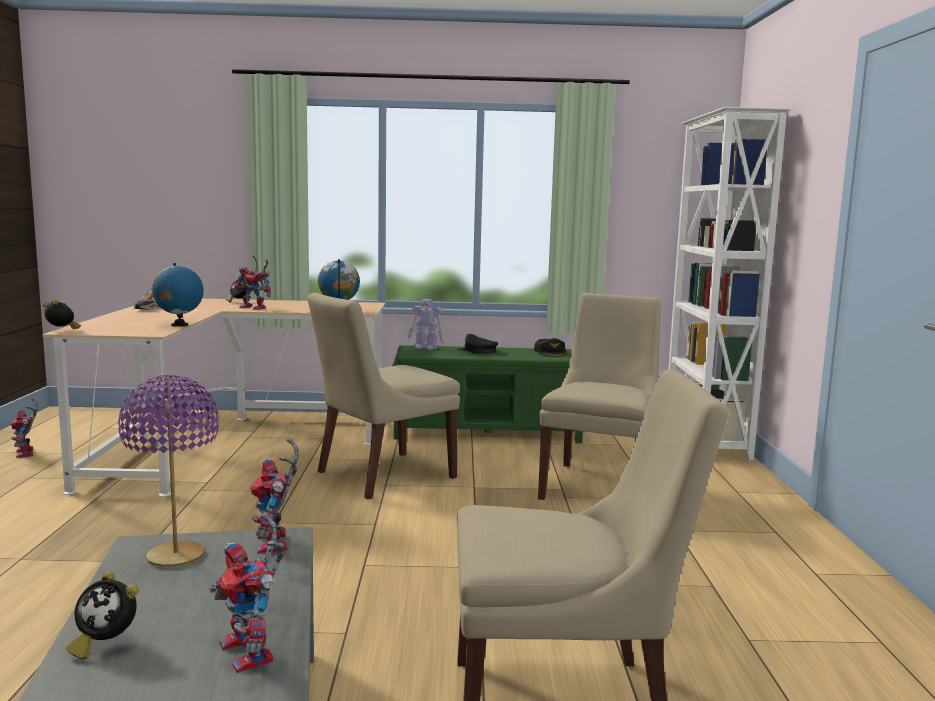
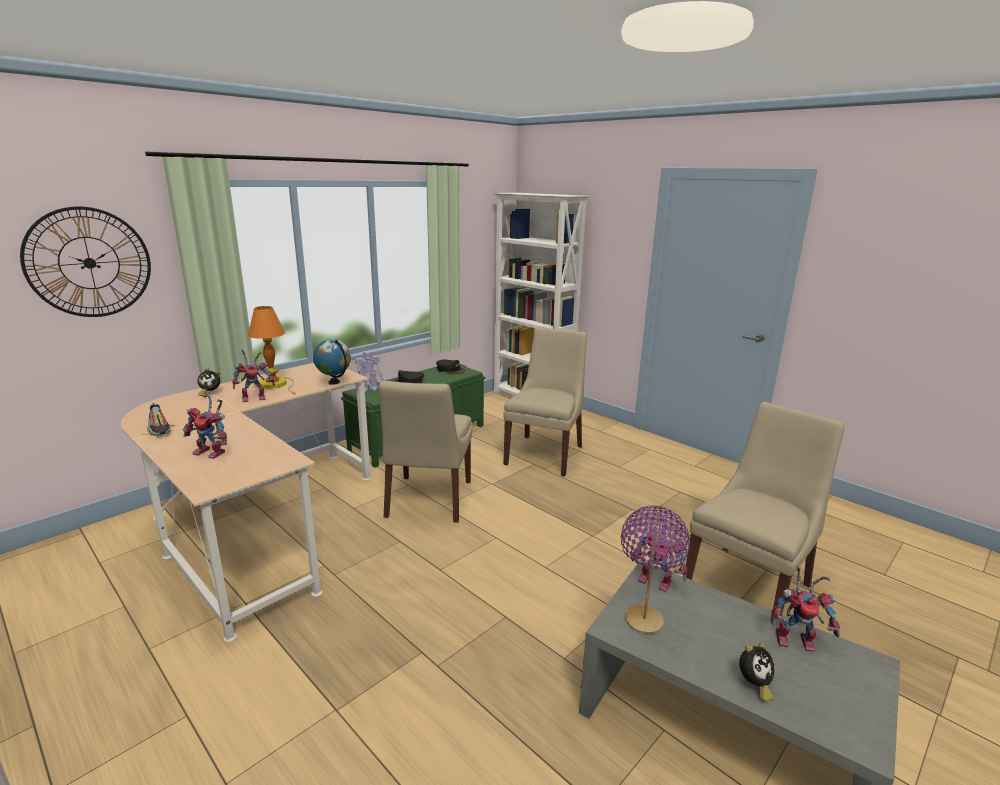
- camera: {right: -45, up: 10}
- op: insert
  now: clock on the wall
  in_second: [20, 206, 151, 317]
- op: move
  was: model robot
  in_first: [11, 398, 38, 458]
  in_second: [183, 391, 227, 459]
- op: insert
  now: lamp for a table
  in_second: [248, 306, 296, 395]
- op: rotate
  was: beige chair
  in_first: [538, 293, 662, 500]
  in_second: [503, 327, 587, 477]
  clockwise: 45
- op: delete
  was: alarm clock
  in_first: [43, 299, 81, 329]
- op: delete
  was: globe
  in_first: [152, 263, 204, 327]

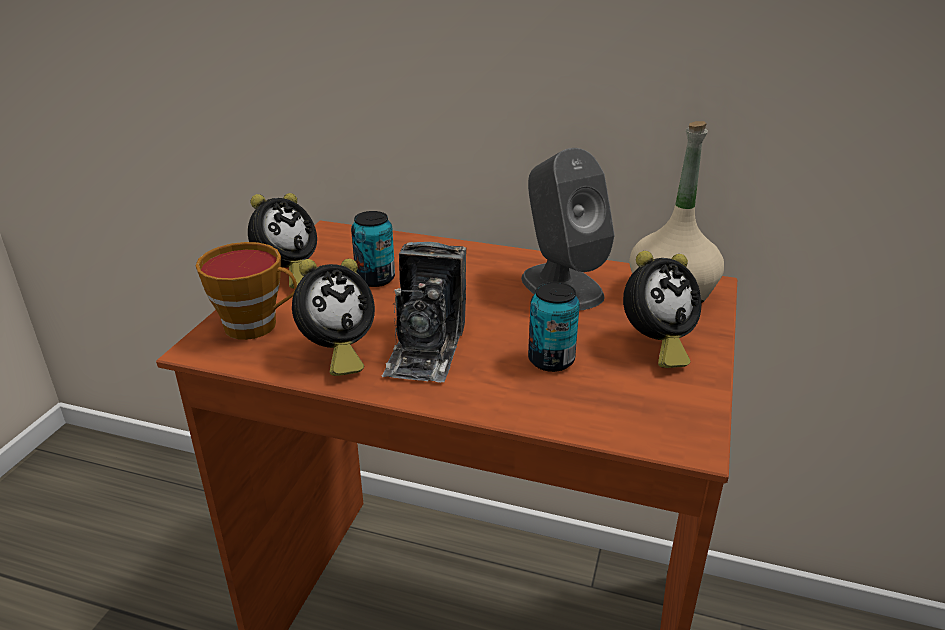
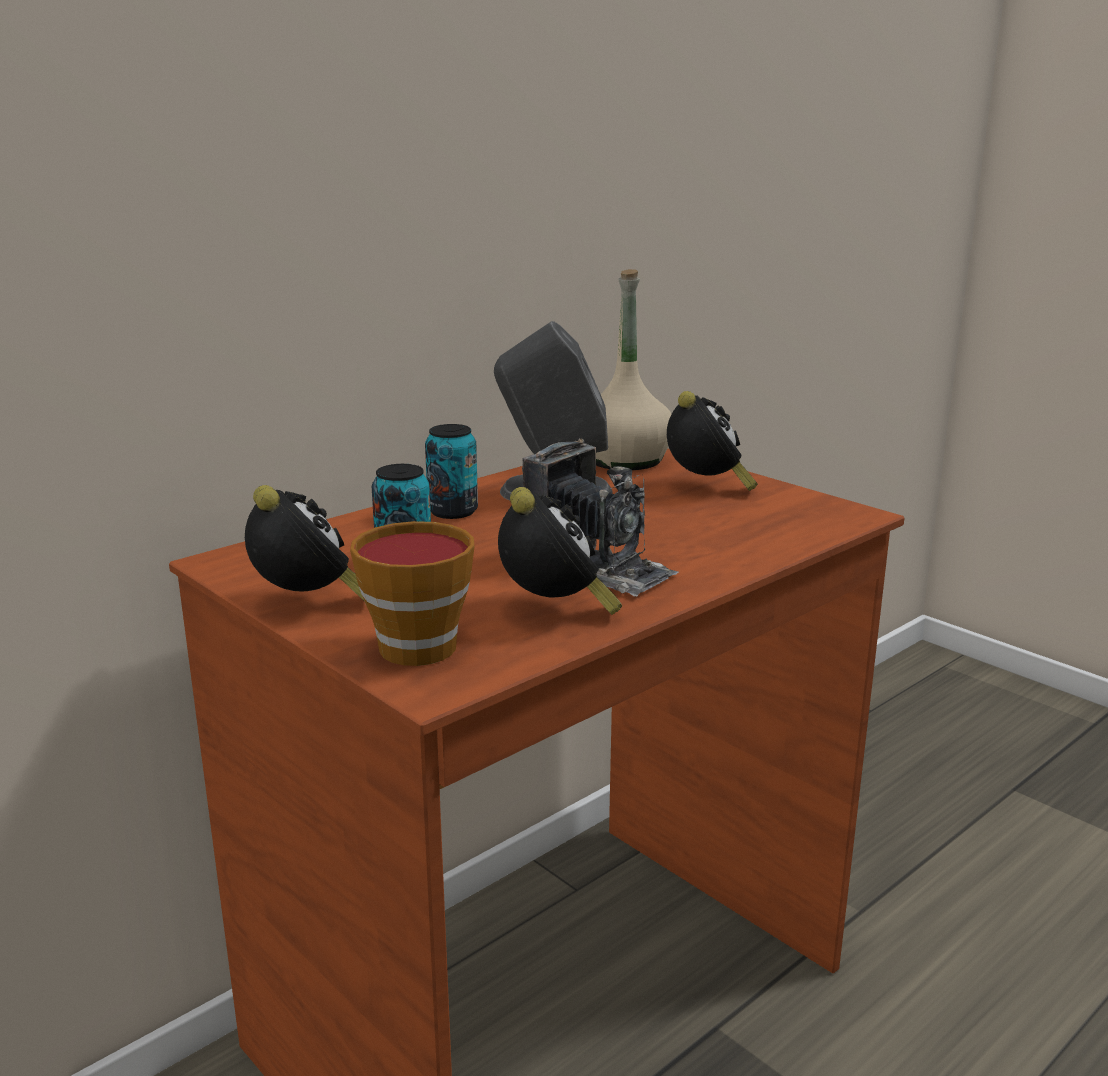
- camera: {right: -60, up: -10}
- op: move
  was: metal can
  in_first: [528, 282, 580, 372]
  in_second: [425, 424, 478, 519]

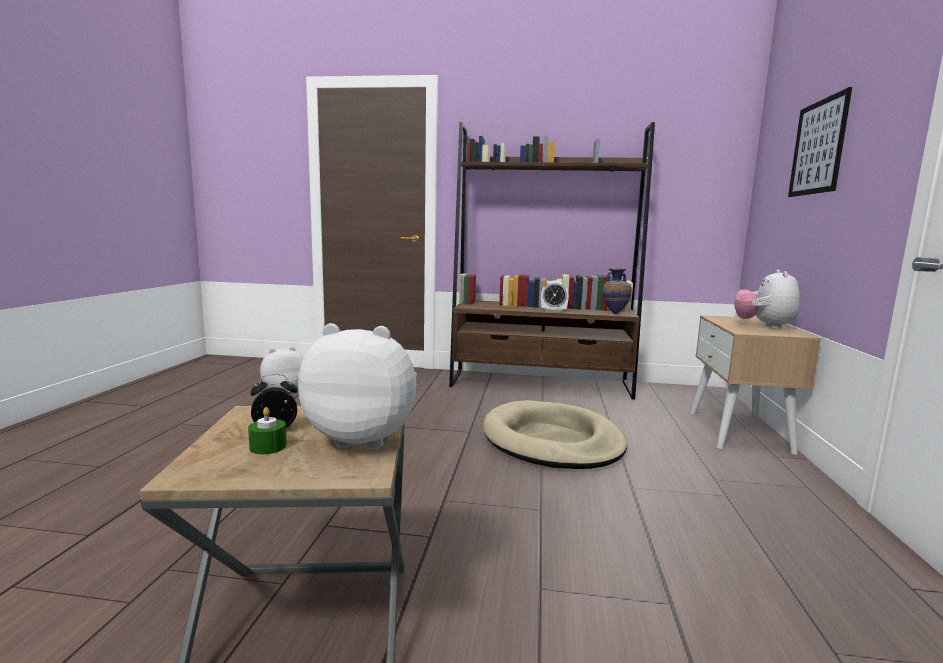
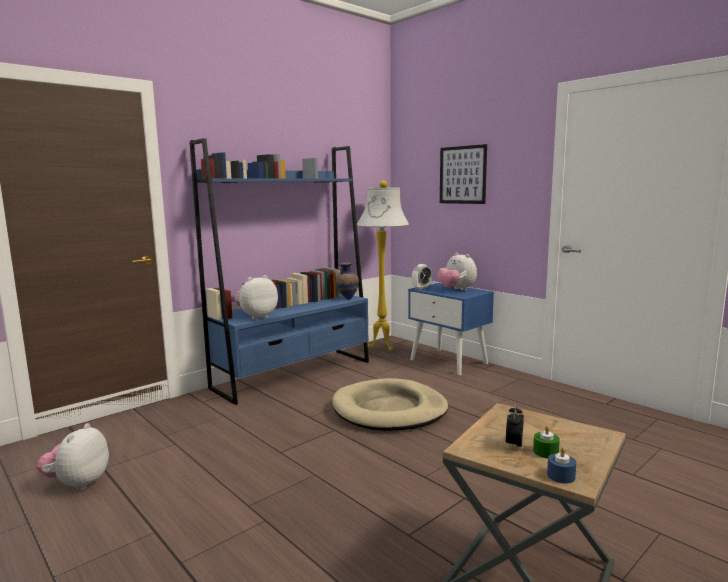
- camera: {right: -50, up: 0}
- op: recolor
  was: brown-coloured bookshelf
  now: bluish bookshelf
  in_first: [449, 122, 655, 400]
  in_second: [189, 138, 369, 405]
- op: move
  was: cuddly toy
  in_first: [298, 323, 417, 450]
  in_second: [234, 275, 278, 320]
- op: insert
  now: whitish floor lamp
  in_second: [357, 180, 409, 351]
- op: recolor
  was: beige bedside table
  now: bluish bedside table
  in_first: [690, 315, 821, 455]
  in_second: [408, 283, 494, 375]
- op: move
  was: alarm clock
  in_first: [541, 281, 569, 312]
  in_second: [412, 264, 432, 290]
- op: insert
  now: bluish wax light
  in_second: [547, 447, 577, 484]

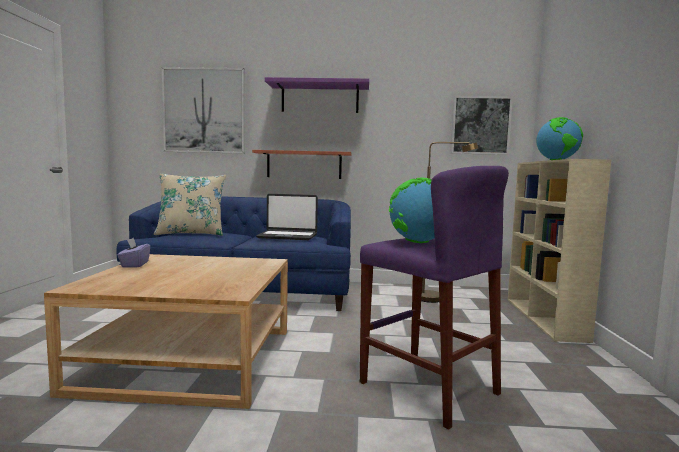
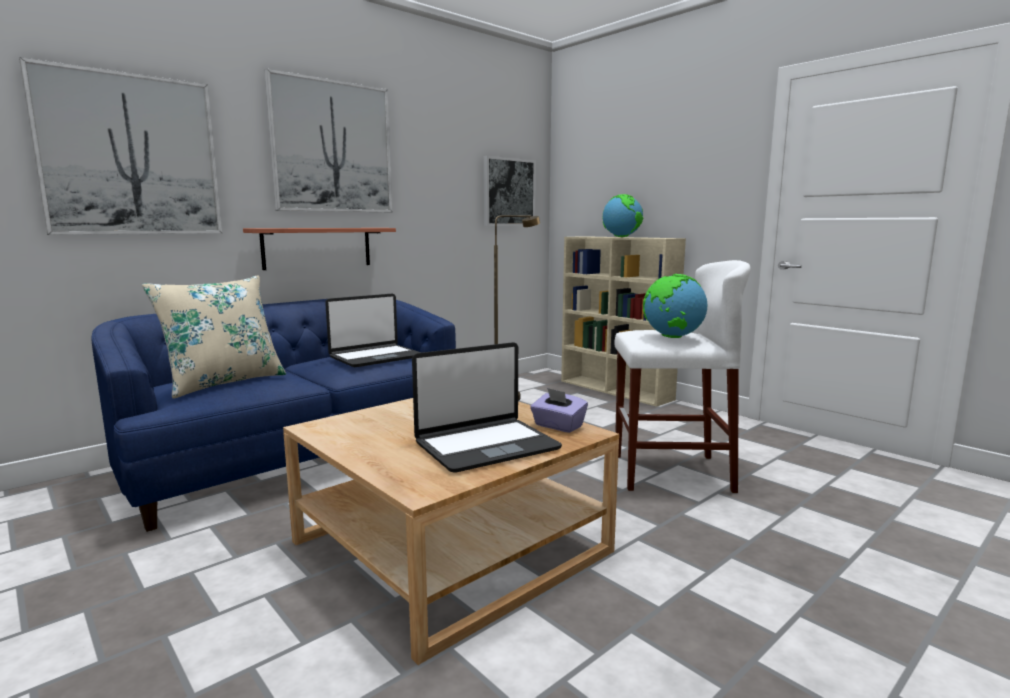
- camera: {right: -45, up: 5}
- op: replace
  was: purplish wall shelf
  now: wall picture
  in_first: [265, 77, 369, 113]
  in_second: [264, 69, 393, 212]
- op: insert
  now: notebook computer
  in_second: [412, 342, 562, 473]
- op: move
  was: purplish tissue holder
  in_first: [118, 238, 150, 267]
  in_second: [530, 388, 588, 433]
- op: recolor
  was: purplish stool
  now: whitish stool
  in_first: [360, 166, 509, 430]
  in_second: [614, 260, 751, 493]

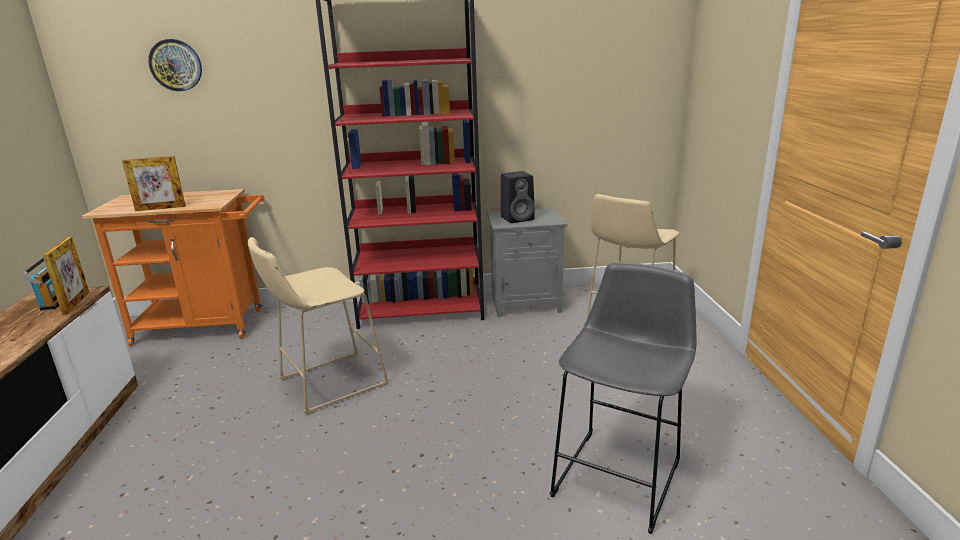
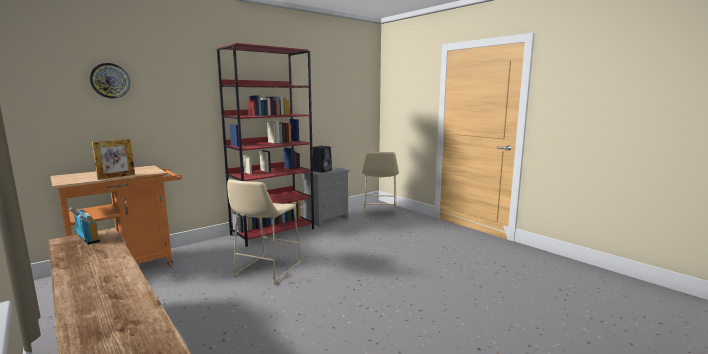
- camera: {right: -35, up: -10}
- op: delete
  was: photo frame
  in_first: [43, 237, 89, 315]
- op: delete
  was: grey stool
  in_first: [550, 262, 696, 534]

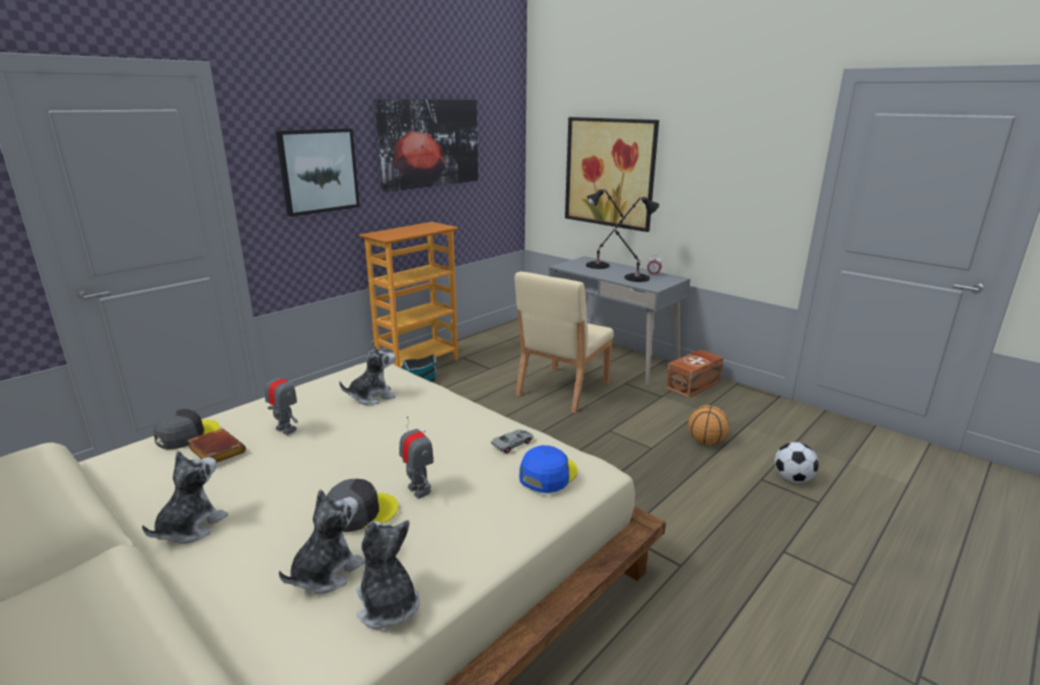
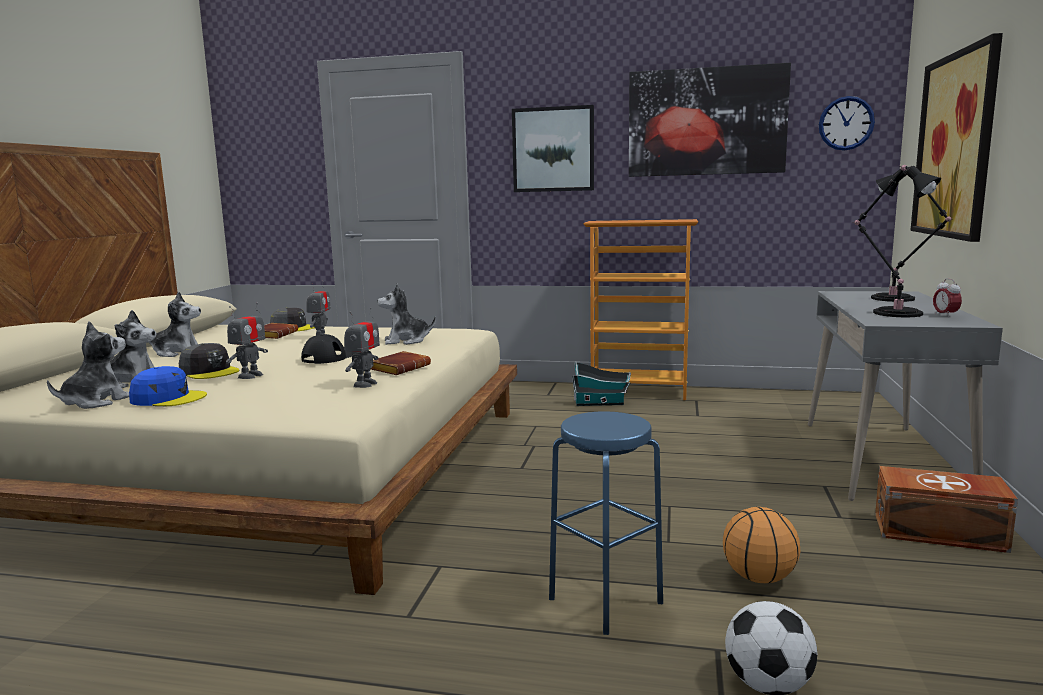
- camera: {right: 60, up: -10}
- op: move
  was: bluish cap
  in_first: [519, 445, 578, 493]
  in_second: [129, 366, 207, 406]
- op: insert
  now: black cap
  in_second: [301, 334, 357, 364]
- op: replace
  was: grey model car
  now: model robot
  in_first: [491, 429, 534, 453]
  in_second: [344, 308, 380, 388]
- op: insert
  now: brown-coloured book
  in_second: [371, 351, 431, 375]
- op: rotate
  was: cuddly toy
  in_first: [339, 341, 396, 405]
  in_second: [377, 284, 436, 345]
  clockwise: 135
- op: insert
  now: bluish stool
  in_second: [549, 411, 663, 635]
- op: insert
  now: clock on the wall
  in_second: [819, 96, 875, 151]
- op: delete
  was: beige chair
  in_first: [515, 271, 614, 413]

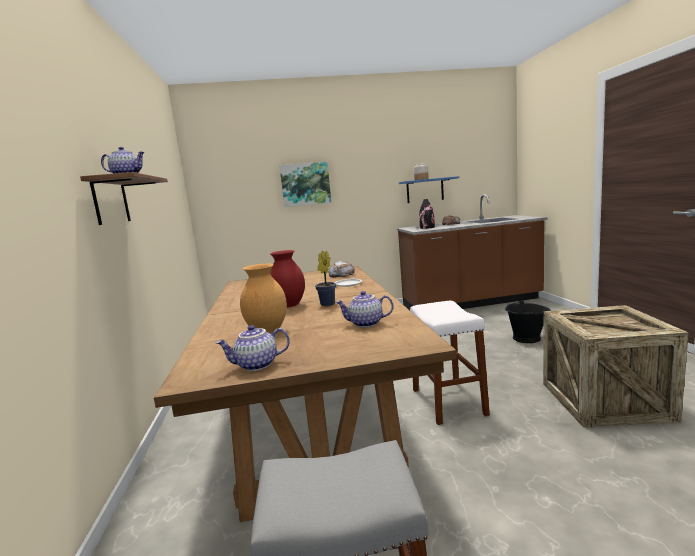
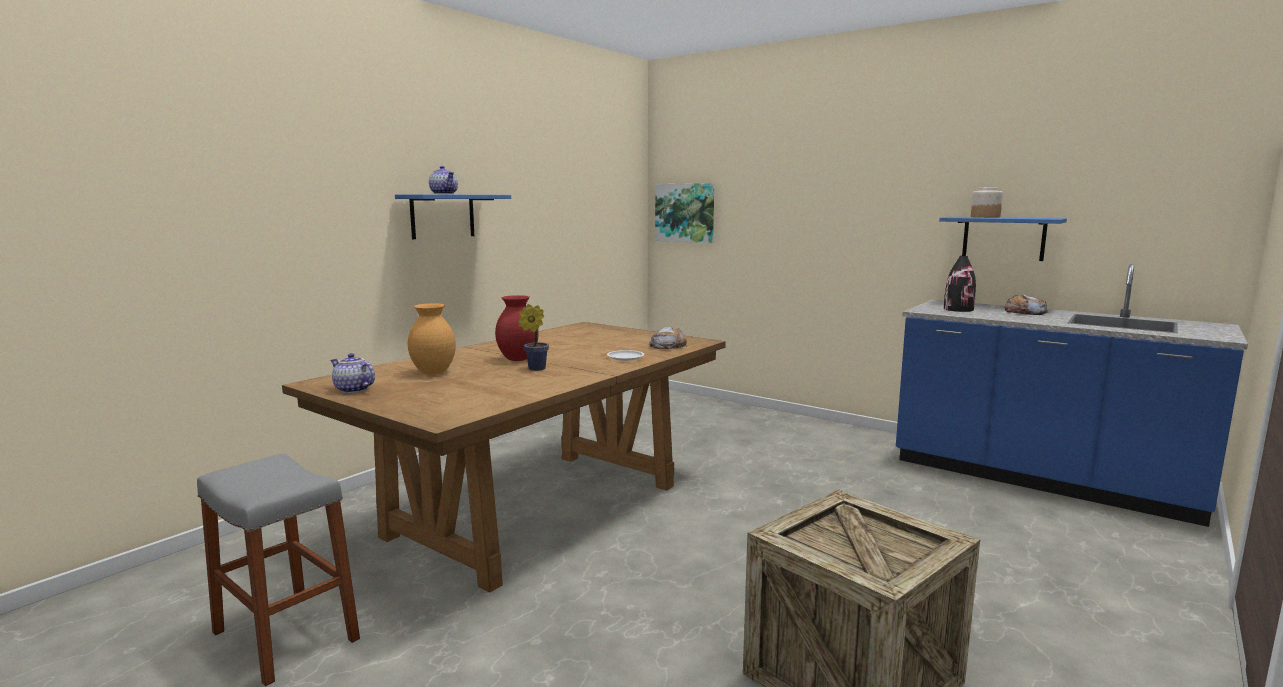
- camera: {right: 45, up: 0}
- op: recolor
  was: brown-coloured wall shelf
  now: bluish wall shelf
  in_first: [80, 172, 168, 225]
  in_second: [395, 194, 511, 239]
- op: move
  was: wall picture
  in_first: [279, 162, 331, 207]
  in_second: [655, 183, 714, 243]
- op: recolor
  was: brown-coloured kitchen base unit
  now: bluish kitchen base unit
  in_first: [397, 194, 547, 310]
  in_second: [896, 264, 1248, 527]
- op: delete
  was: pot for tea
  in_first: [335, 291, 394, 328]
- op: delete
  was: whitish stool
  in_first: [410, 301, 490, 425]
- op: delete
  was: black water bucket
  in_first: [505, 300, 551, 343]

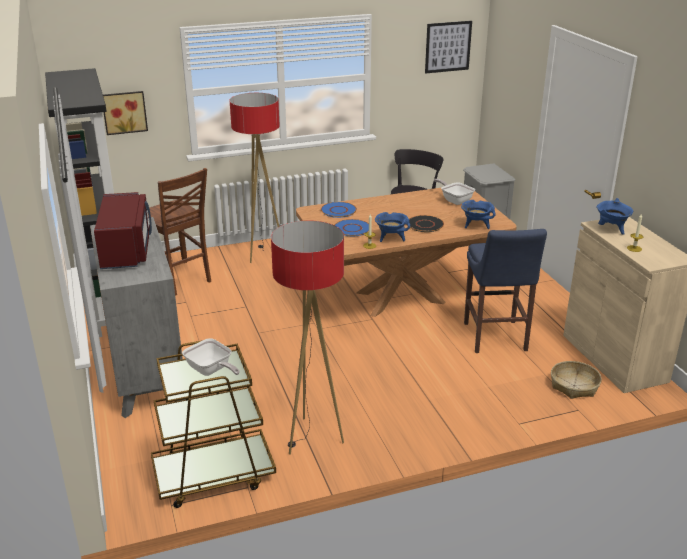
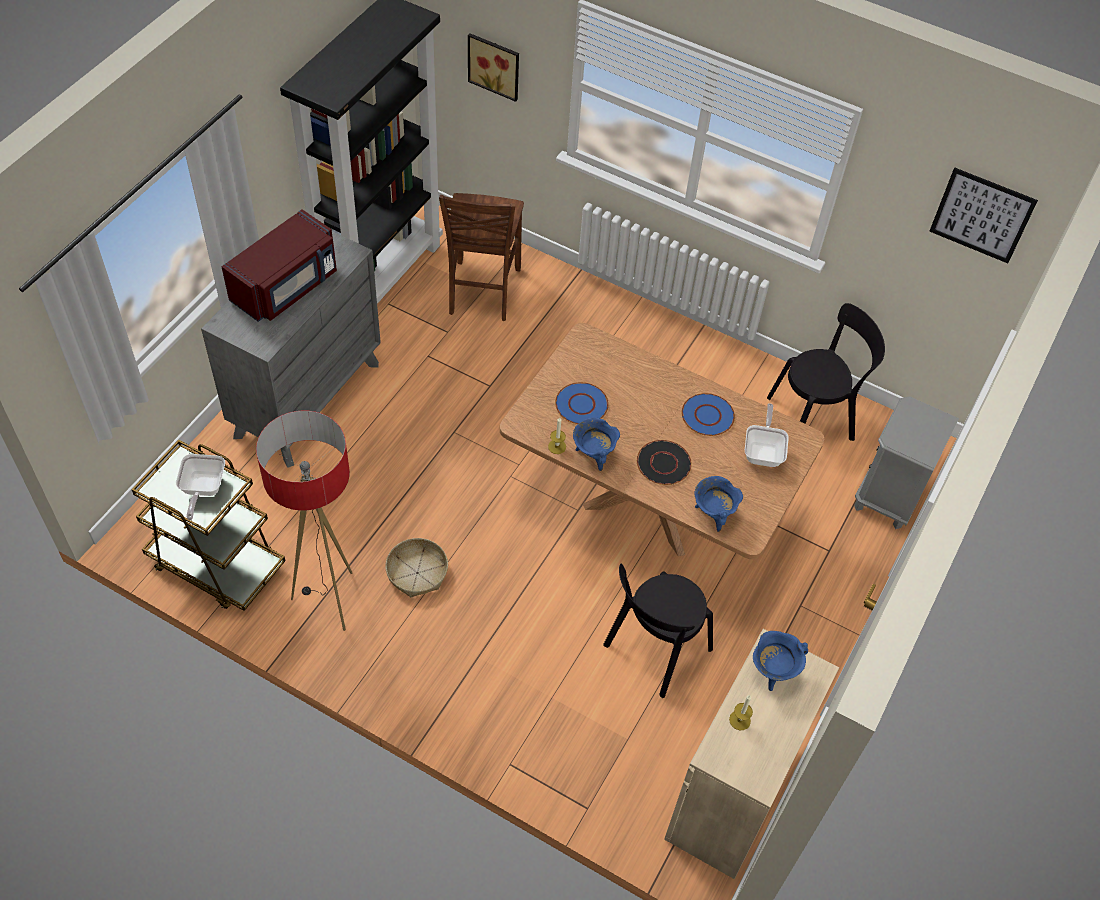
- camera: {right: 45, up: 25}
- op: move
  was: basket
  in_first: [551, 361, 602, 399]
  in_second: [385, 538, 448, 597]
- op: replace
  was: bluish stool
  now: black chair
  in_first: [464, 229, 547, 353]
  in_second: [603, 564, 713, 698]
- op: move
  was: bluish flat dish
  in_first: [321, 202, 357, 218]
  in_second: [681, 393, 735, 436]
- op: delete
  was: floor lamp
  in_first: [229, 93, 280, 263]

